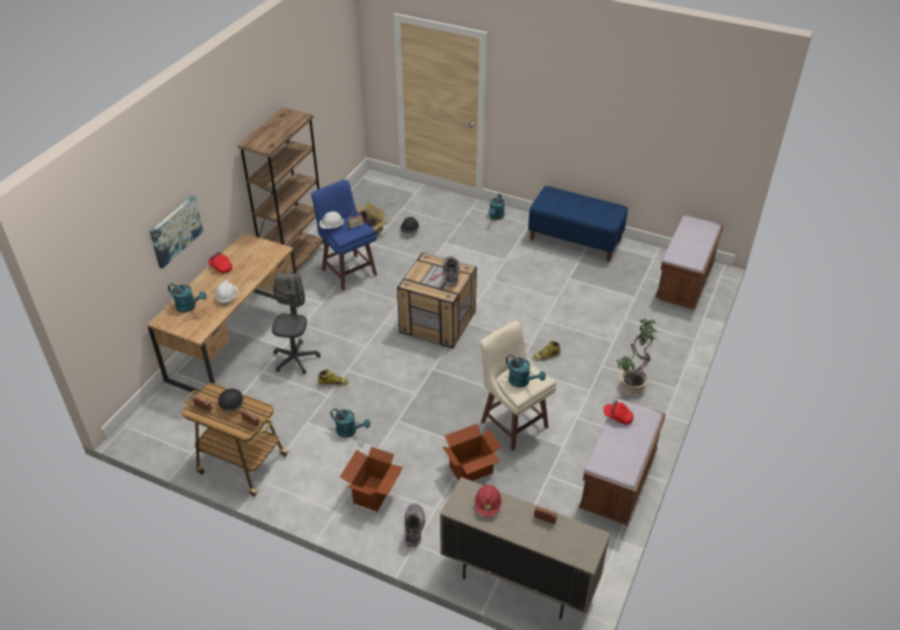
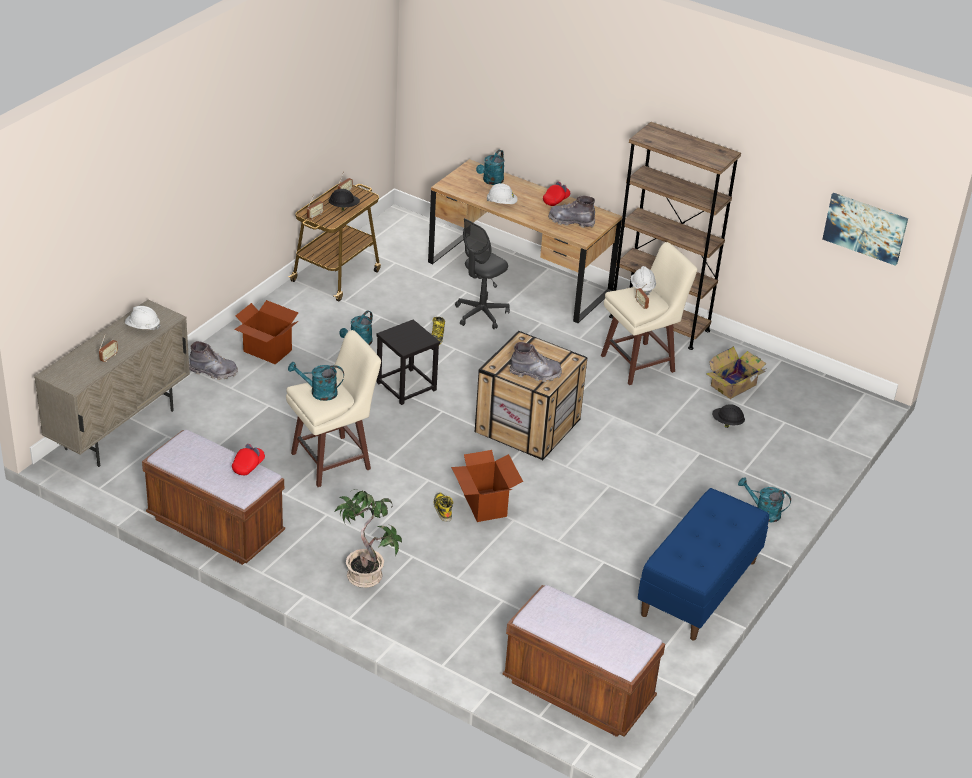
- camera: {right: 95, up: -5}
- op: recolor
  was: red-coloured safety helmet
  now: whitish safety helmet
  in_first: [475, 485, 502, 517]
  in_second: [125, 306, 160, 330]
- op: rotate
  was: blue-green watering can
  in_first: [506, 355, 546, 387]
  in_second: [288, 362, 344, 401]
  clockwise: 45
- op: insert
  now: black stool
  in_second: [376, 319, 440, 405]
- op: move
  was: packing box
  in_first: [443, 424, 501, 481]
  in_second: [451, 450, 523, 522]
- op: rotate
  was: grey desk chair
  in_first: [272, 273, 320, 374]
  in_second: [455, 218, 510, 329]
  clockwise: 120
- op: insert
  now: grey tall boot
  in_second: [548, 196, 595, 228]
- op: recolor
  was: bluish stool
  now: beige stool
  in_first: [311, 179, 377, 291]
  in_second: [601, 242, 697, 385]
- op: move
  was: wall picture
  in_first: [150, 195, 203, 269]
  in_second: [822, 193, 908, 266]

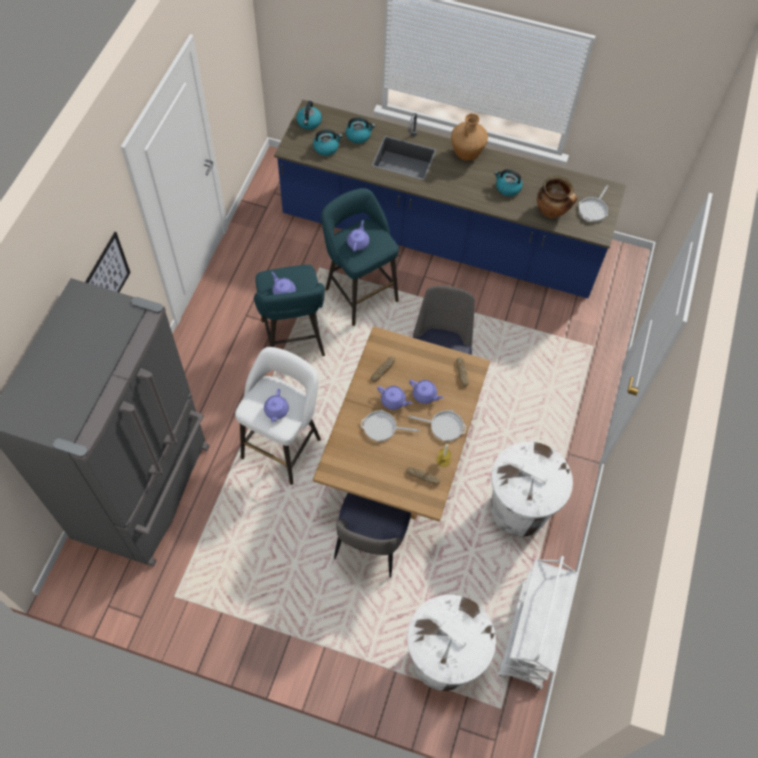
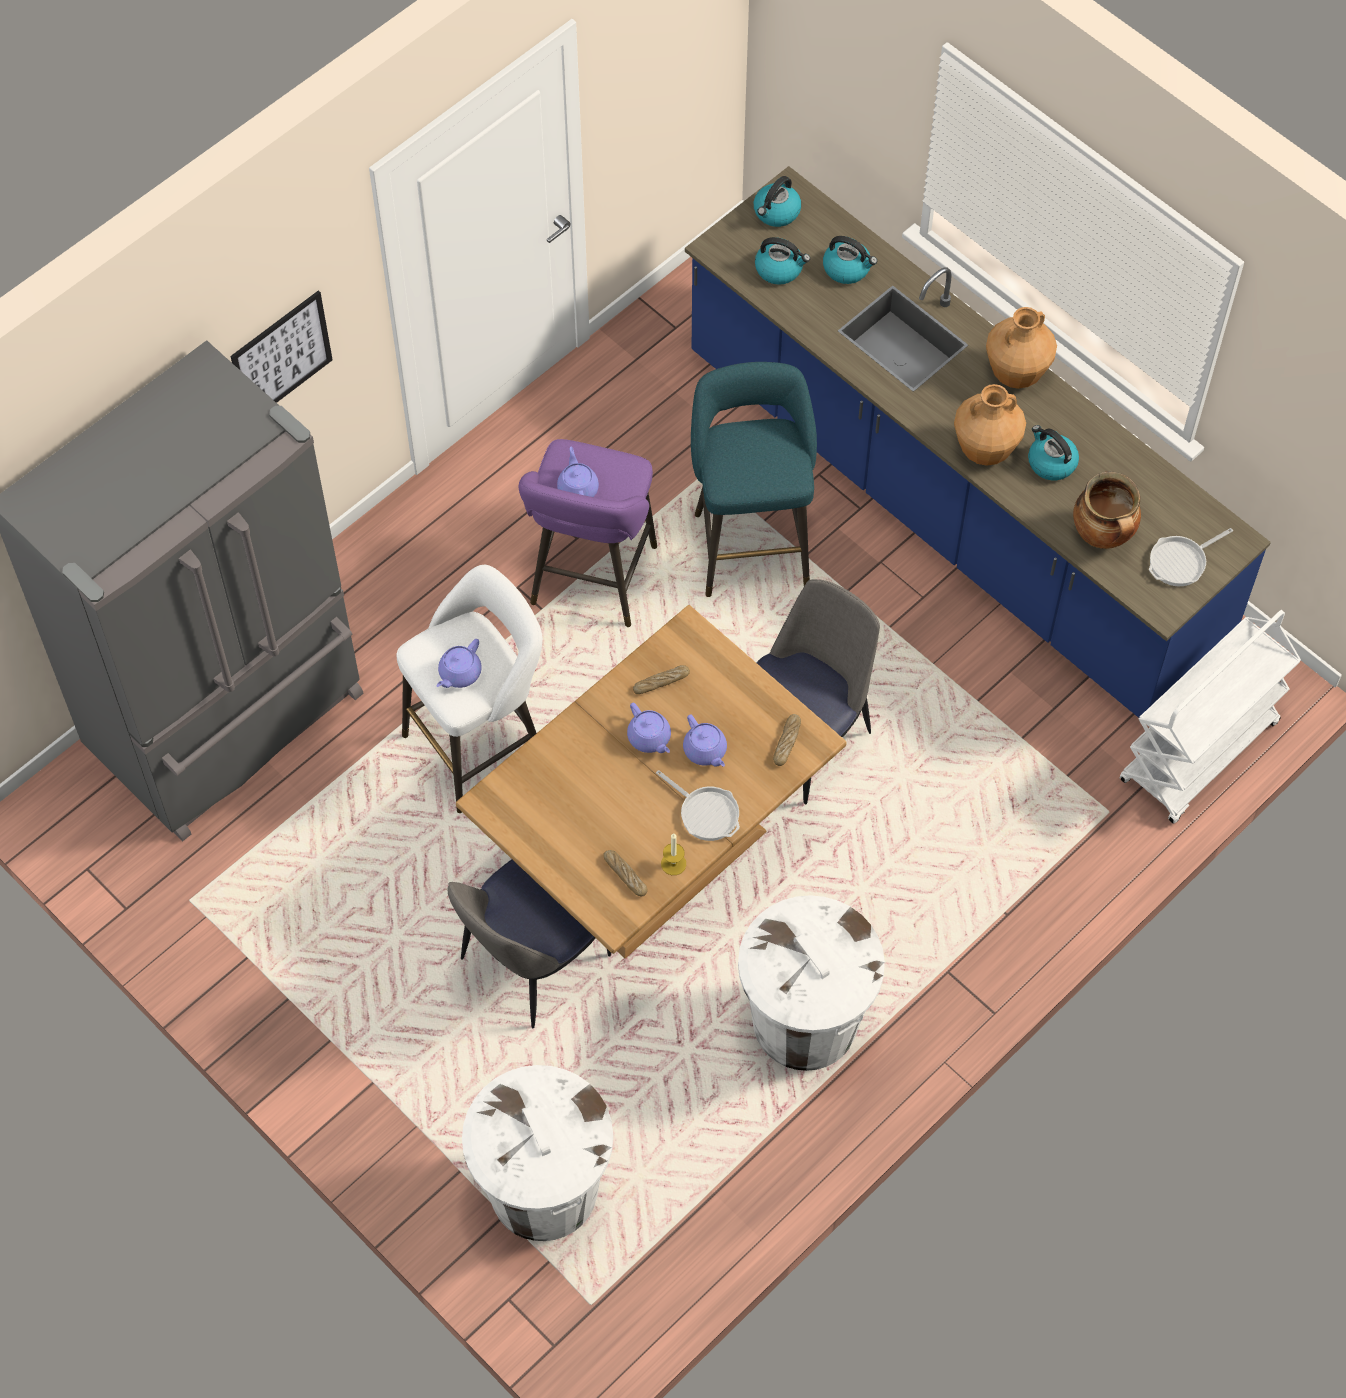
- camera: {right: 30, up: 0}
- op: recolor
  was: blue-green stool
  now: purplish stool
  in_first: [254, 265, 325, 356]
  in_second: [519, 439, 657, 627]
- op: insert
  now: brown-coloured decorative vase
  in_second: [954, 384, 1026, 466]
- op: move
  was: whitish cart
  in_first: [498, 556, 577, 690]
  in_second: [1120, 610, 1301, 824]
- op: delete
  was: purplish pot for tea
  in_first: [347, 220, 369, 252]
- op: delete
  was: frying pan
  in_first: [361, 410, 420, 441]

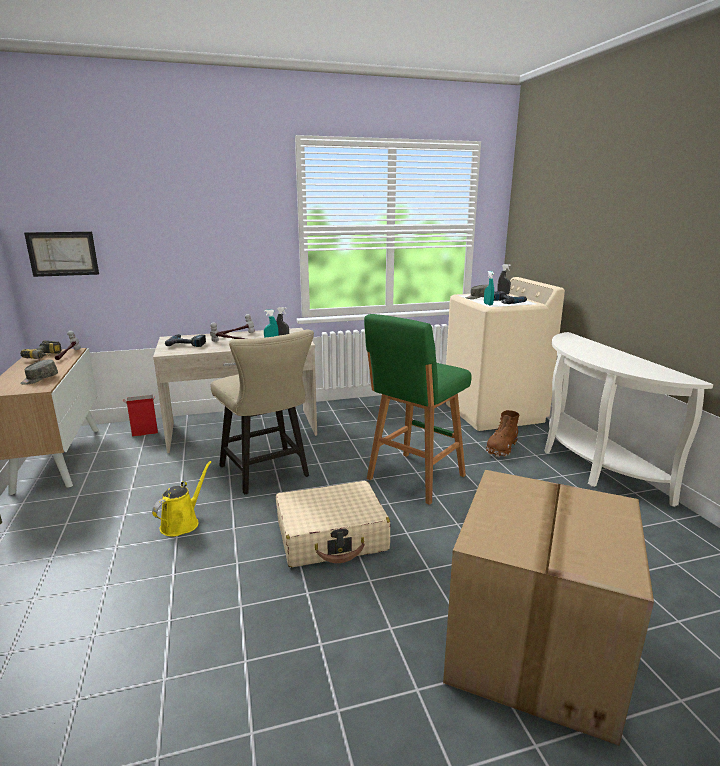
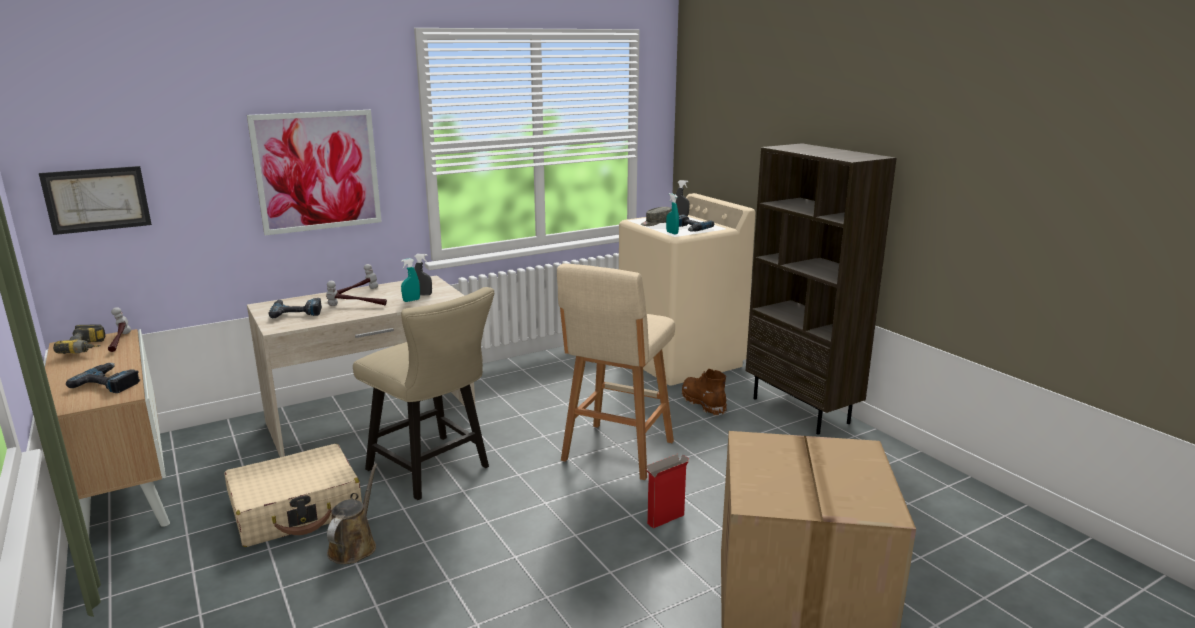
- camera: {right: -15, up: 0}
- op: replace
  was: grey cap
  now: drill
  in_first: [20, 360, 58, 385]
  in_second: [66, 363, 140, 393]
- op: move
  was: beige piece of luggage
  in_first: [276, 481, 390, 567]
  in_second: [225, 444, 362, 547]
- op: insert
  now: wall picture
  in_second: [247, 110, 382, 235]
- op: recolor
  was: yellowish watering can
  now: brown-coloured watering can
  in_first: [152, 461, 211, 536]
  in_second: [327, 463, 378, 564]
- op: recolor
  was: greenish stool
  now: beige stool
  in_first: [364, 314, 472, 505]
  in_second: [557, 264, 675, 480]
- op: move
  was: packing box
  in_first: [123, 395, 158, 437]
  in_second: [645, 454, 689, 529]
- op: rotate
  was: brown-coloured tall boot
  in_first: [486, 410, 519, 457]
  in_second: [682, 369, 727, 416]
  clockwise: 135
- op: replace
  was: whitish narrow table
  now: brown-coloured bookshelf
  in_first: [544, 332, 713, 507]
  in_second: [746, 143, 897, 435]

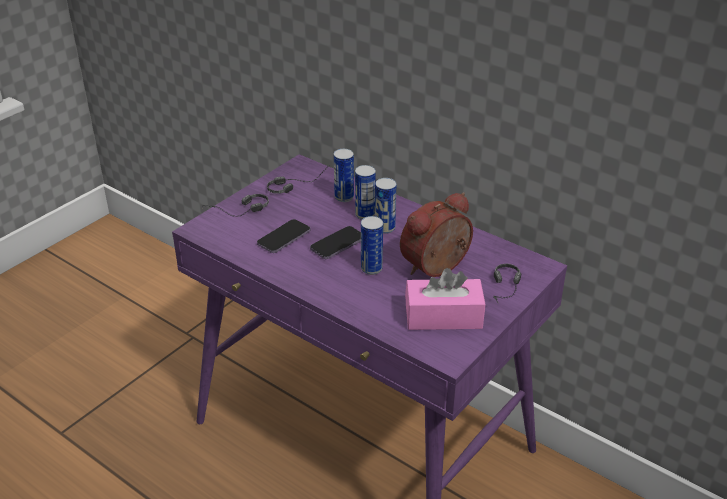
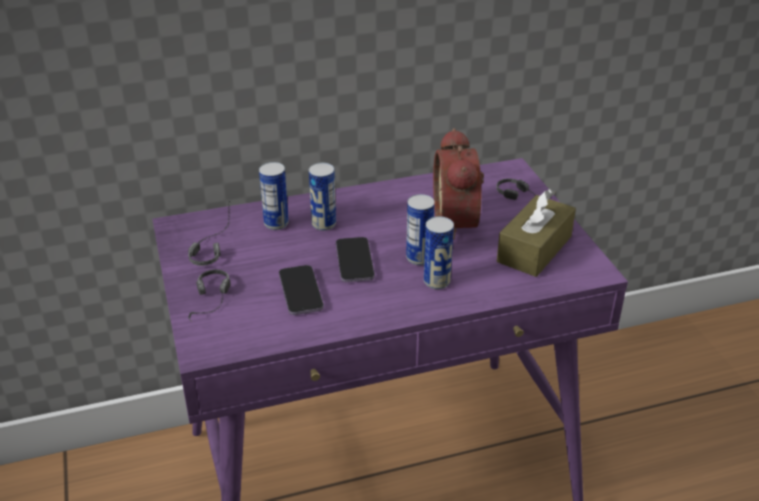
- camera: {right: -55, up: 0}
- op: move
  was: metal can
  in_first: [375, 178, 397, 234]
  in_second: [424, 216, 454, 289]
- op: recolor
  was: pink-coloured tissue holder
  now: brown-coloured tissue holder
  in_first: [405, 268, 485, 330]
  in_second: [497, 188, 576, 277]

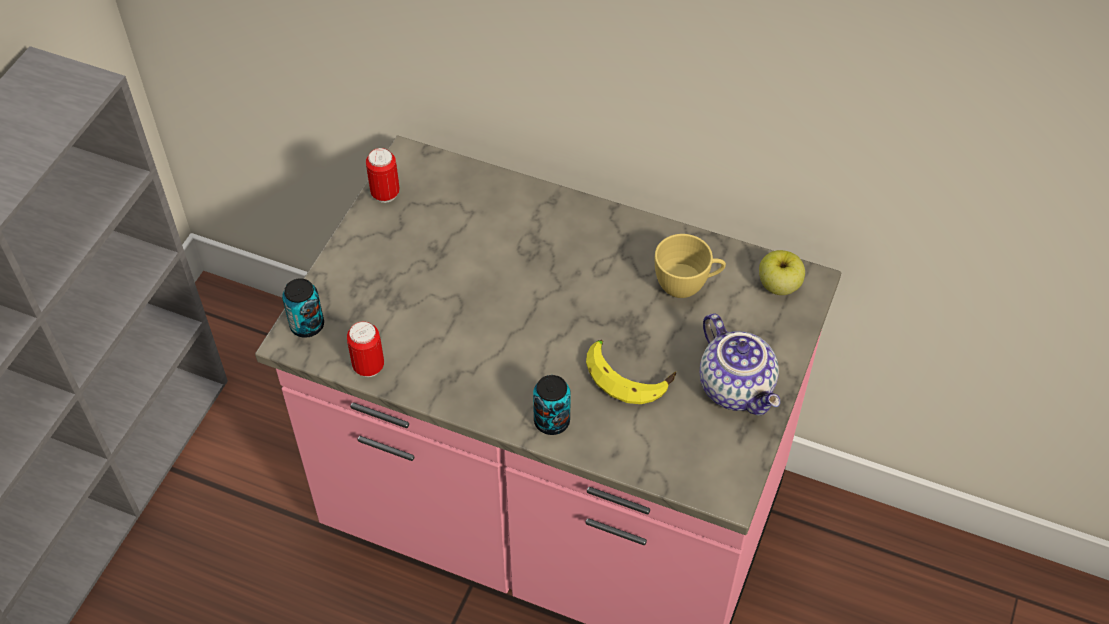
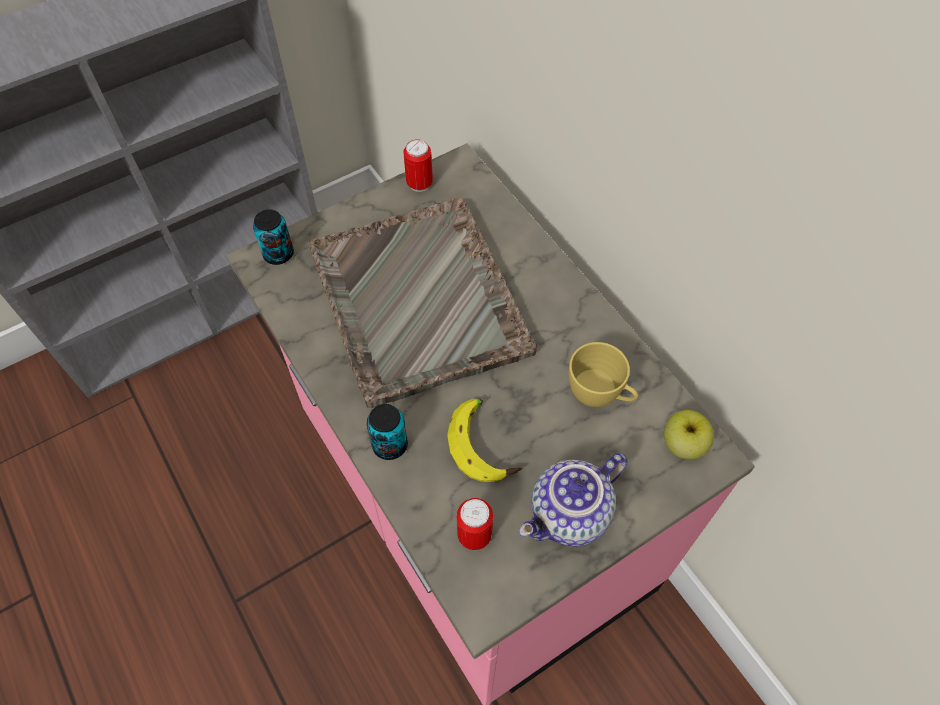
- camera: {right: 35, up: 5}
- op: insert
  now: grey serving tray
  in_second: [308, 197, 537, 408]
- op: move
  was: metal can
  in_first: [347, 321, 384, 377]
  in_second: [457, 498, 493, 550]
- op: rotate
  was: pot for tea
  in_first: [700, 314, 780, 416]
  in_second: [519, 454, 628, 547]
  clockwise: 45

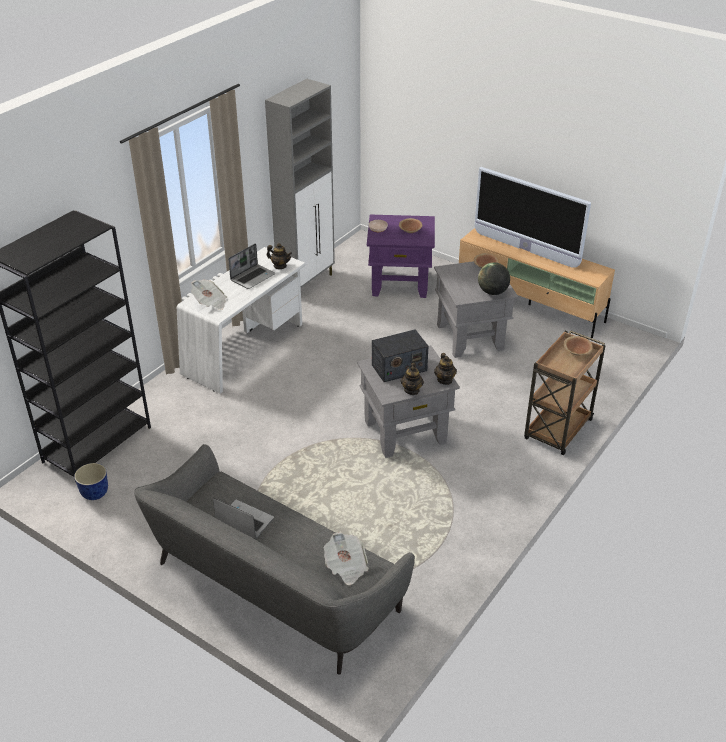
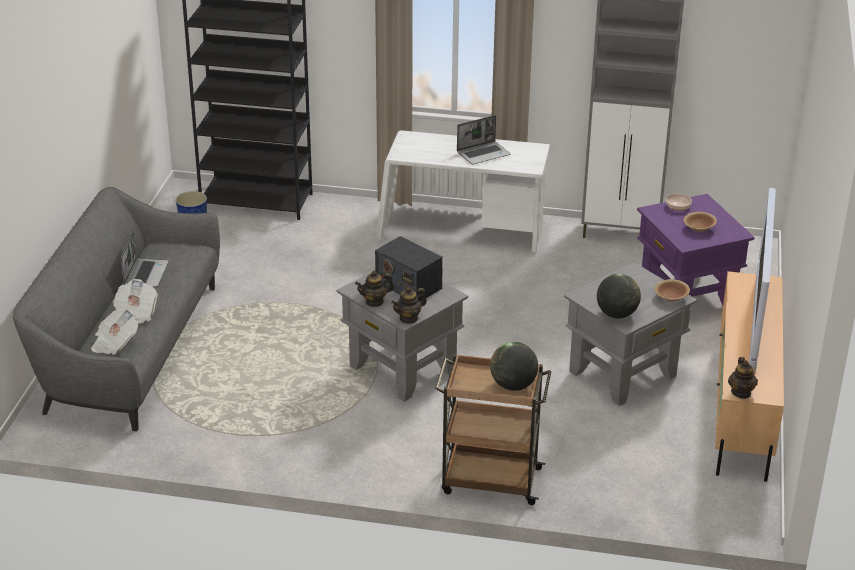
- camera: {right: 65, up: -5}
- op: move
  was: printed paper
  in_first: [191, 280, 227, 310]
  in_second: [113, 279, 158, 324]
- op: rotate
  was: notebook computer
  in_first: [228, 243, 275, 289]
  in_second: [457, 115, 510, 164]
  clockwise: -45
- op: replace
  was: brown-coloured bowl
  now: globe
  in_first: [564, 336, 593, 355]
  in_second: [490, 342, 538, 391]
- op: move
  was: pot for tea
  in_first: [267, 243, 292, 269]
  in_second: [728, 357, 758, 399]

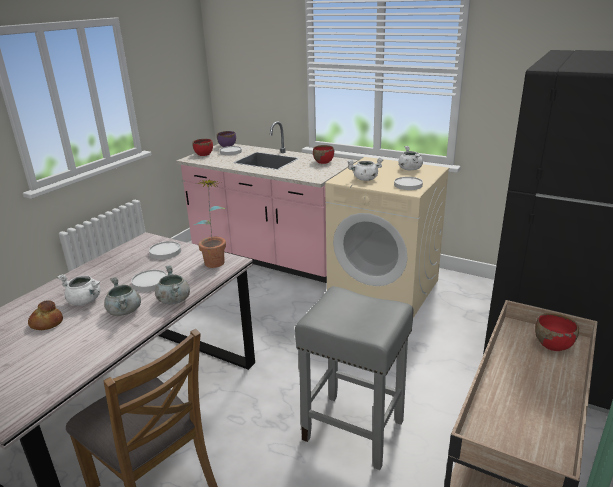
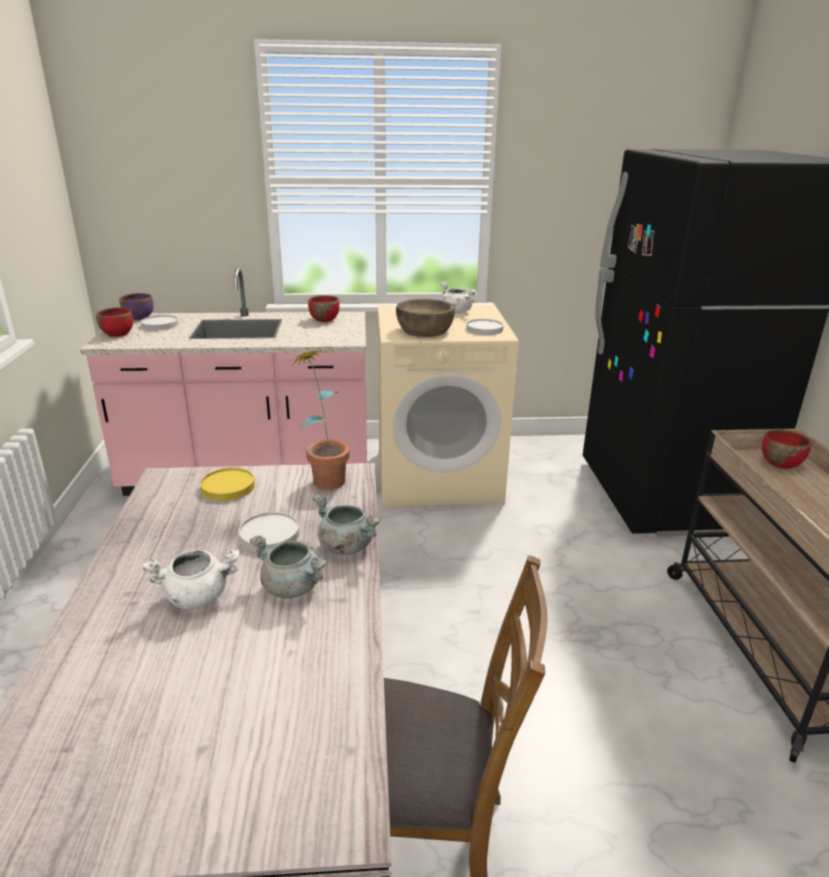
- camera: {right: -35, up: 0}
- op: recolor
  was: whitish flat dish
  now: yellowish flat dish
  in_first: [149, 241, 181, 259]
  in_second: [200, 468, 255, 501]
- op: replace
  was: whitish cooking pot
  now: brown-coloured bowl
  in_first: [347, 158, 384, 181]
  in_second: [396, 299, 455, 337]
- op: delete
  was: bread
  in_first: [28, 300, 63, 330]
- op: delete
  was: grey stool
  in_first: [295, 286, 414, 470]

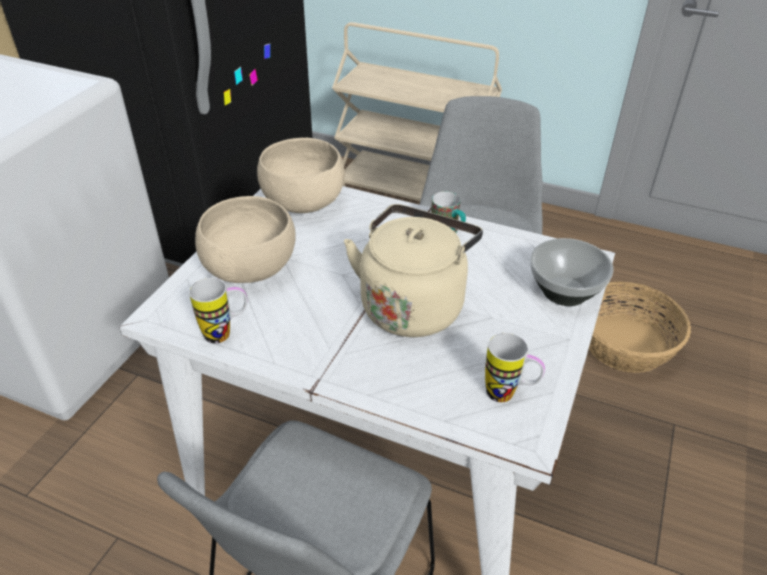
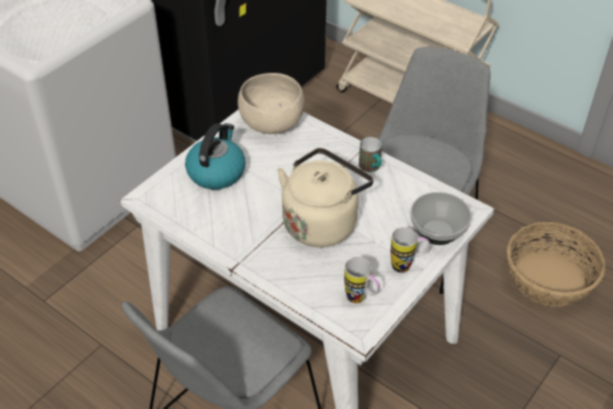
- camera: {right: 15, up: 5}
- op: replace
  was: beige bowl
  now: kettle
  in_first: [195, 196, 296, 283]
  in_second: [185, 123, 246, 189]
- op: move
  was: tea mug
  in_first: [189, 278, 247, 344]
  in_second: [391, 227, 430, 273]

